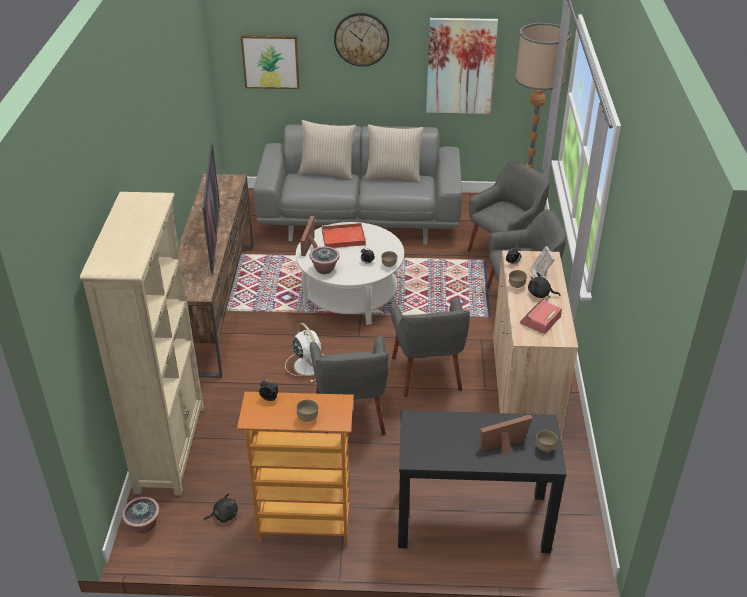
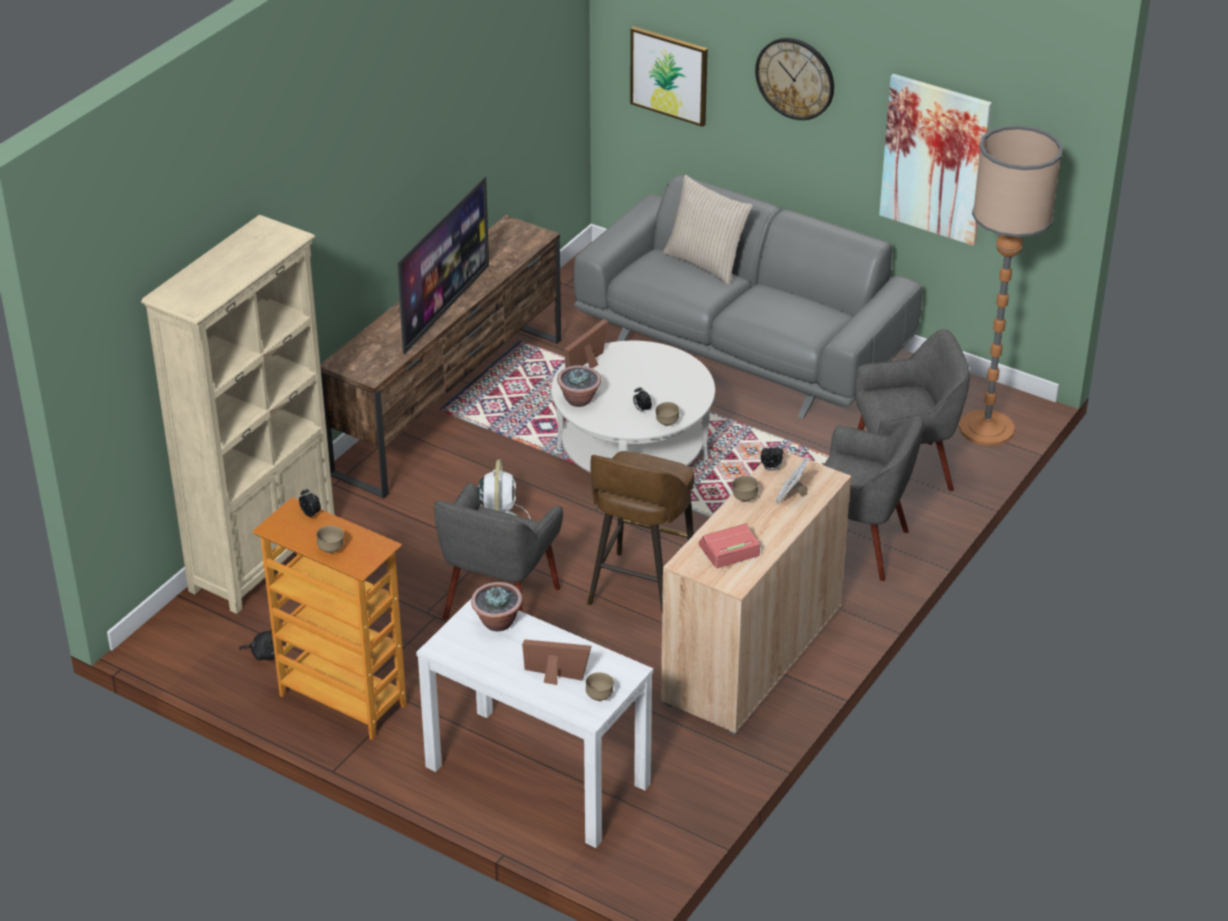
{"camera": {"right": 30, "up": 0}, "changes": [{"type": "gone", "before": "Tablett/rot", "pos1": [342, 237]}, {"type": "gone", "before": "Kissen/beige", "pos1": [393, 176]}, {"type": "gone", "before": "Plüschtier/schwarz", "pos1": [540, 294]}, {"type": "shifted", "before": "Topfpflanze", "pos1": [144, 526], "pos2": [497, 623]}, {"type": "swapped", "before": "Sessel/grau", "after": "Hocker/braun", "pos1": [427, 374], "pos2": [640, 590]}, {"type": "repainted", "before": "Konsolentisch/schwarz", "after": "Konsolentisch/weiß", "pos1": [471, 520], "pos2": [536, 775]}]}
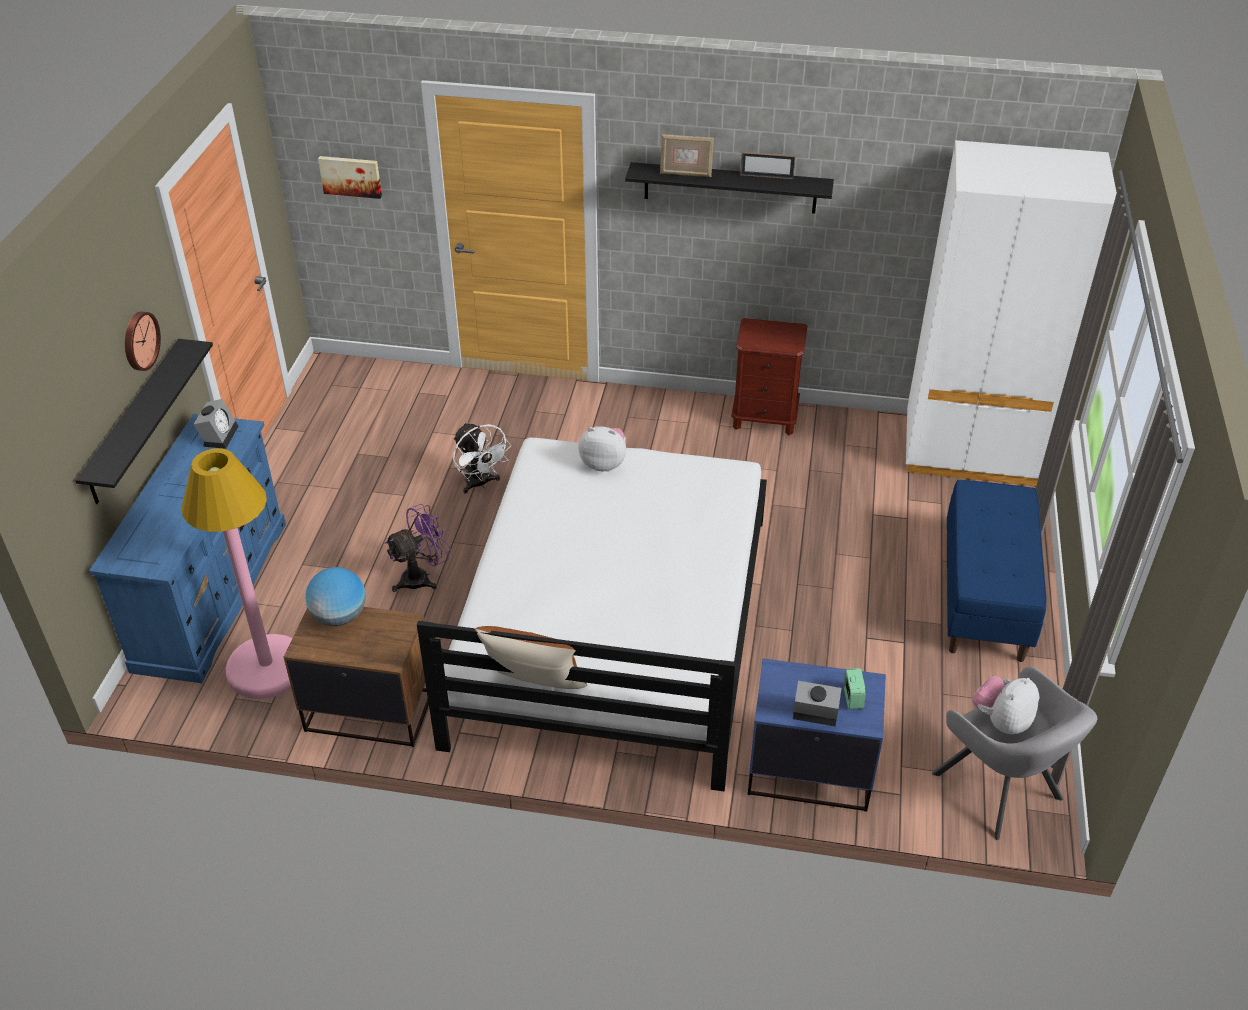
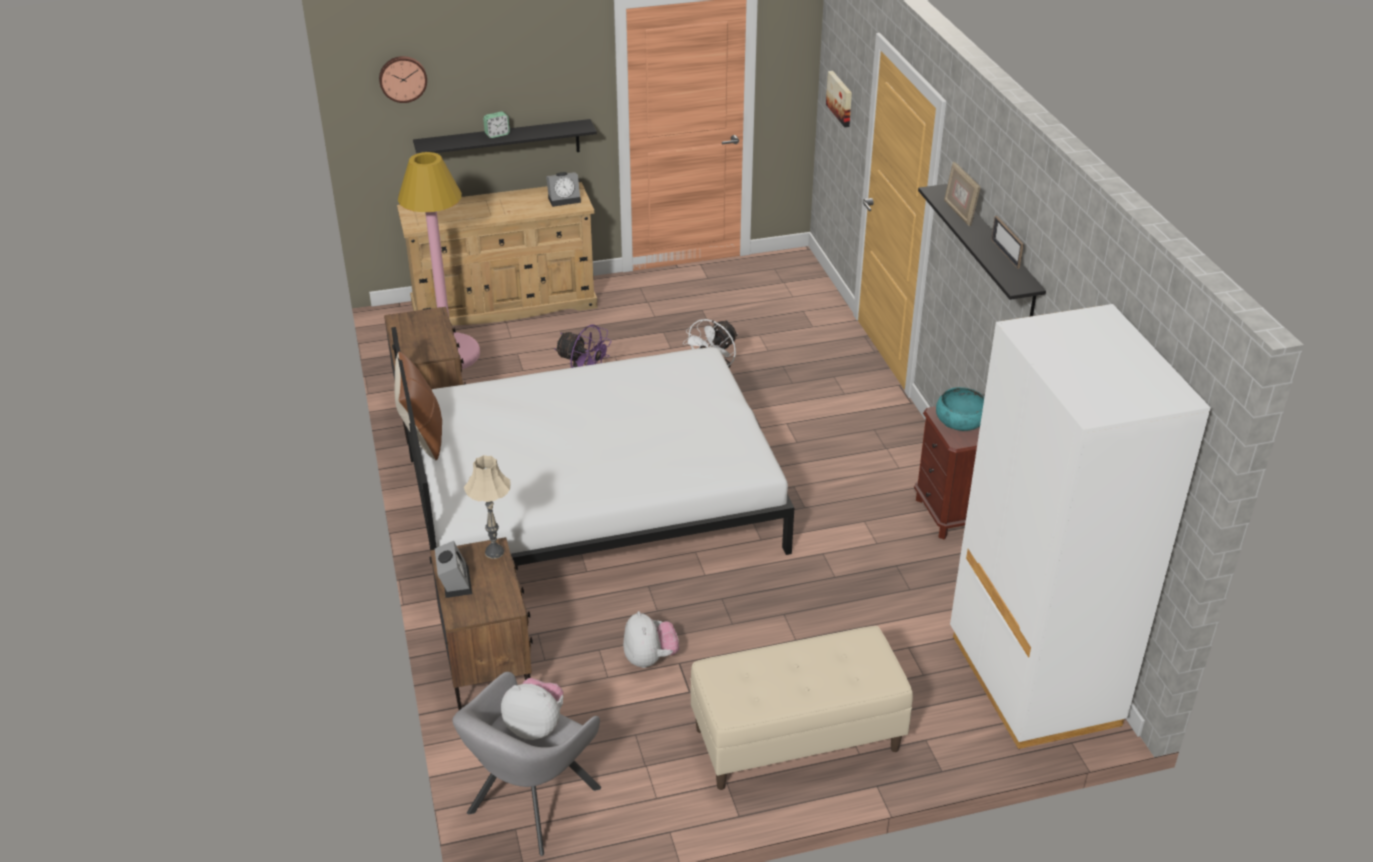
{"camera": {"right": 65, "up": -5}, "changes": [{"type": "gone", "before": "Globus", "pos1": [340, 617]}, {"type": "new", "after": "Tischlampe/beige", "pos2": [494, 552]}, {"type": "new", "after": "Schüssel/türkis", "pos2": [960, 420]}, {"type": "shifted", "before": "Wanduhr", "pos1": [139, 340], "pos2": [402, 78]}, {"type": "shifted", "before": "Plüschtier", "pos1": [603, 463], "pos2": [650, 659]}, {"type": "shifted", "before": "Wecker", "pos1": [852, 698], "pos2": [497, 134]}, {"type": "repainted", "before": "Kommode/blau", "after": "Kommode/beige", "pos1": [212, 593], "pos2": [505, 305]}, {"type": "repainted", "before": "Nachttisch/blau", "after": "Nachttisch/braun", "pos1": [808, 771], "pos2": [488, 664]}, {"type": "repainted", "before": "Bank/blau", "after": "Bank/beige", "pos1": [985, 597], "pos2": [796, 740]}]}
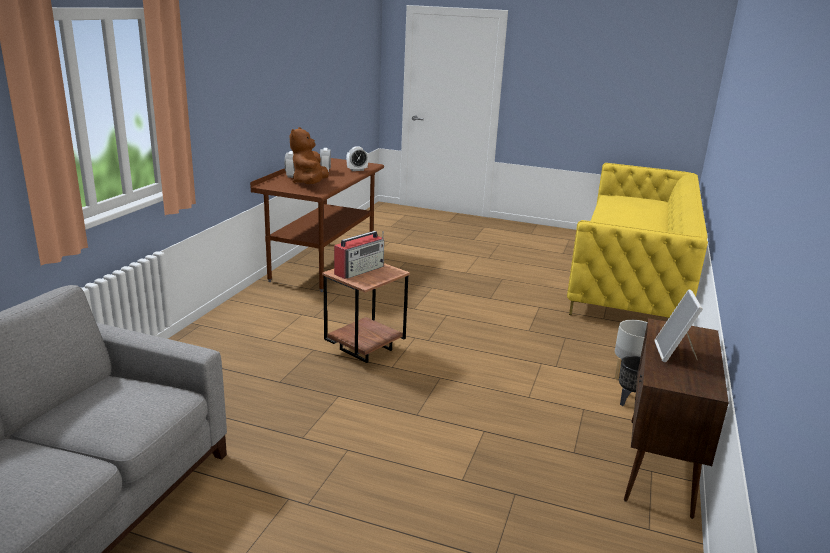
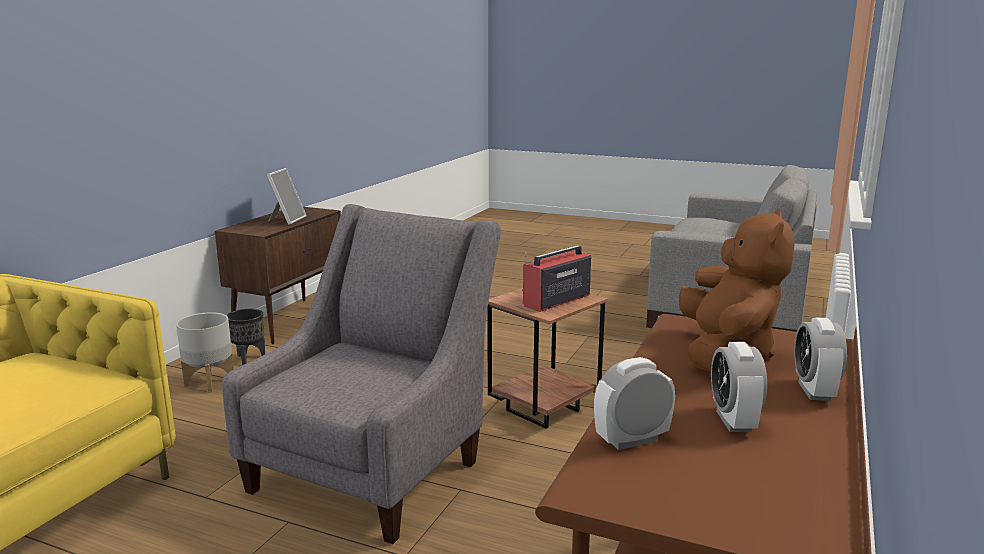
{"camera": {"right": -175, "up": -5}, "changes": [{"type": "new", "after": "Sessel/grau", "pos2": [375, 468]}]}
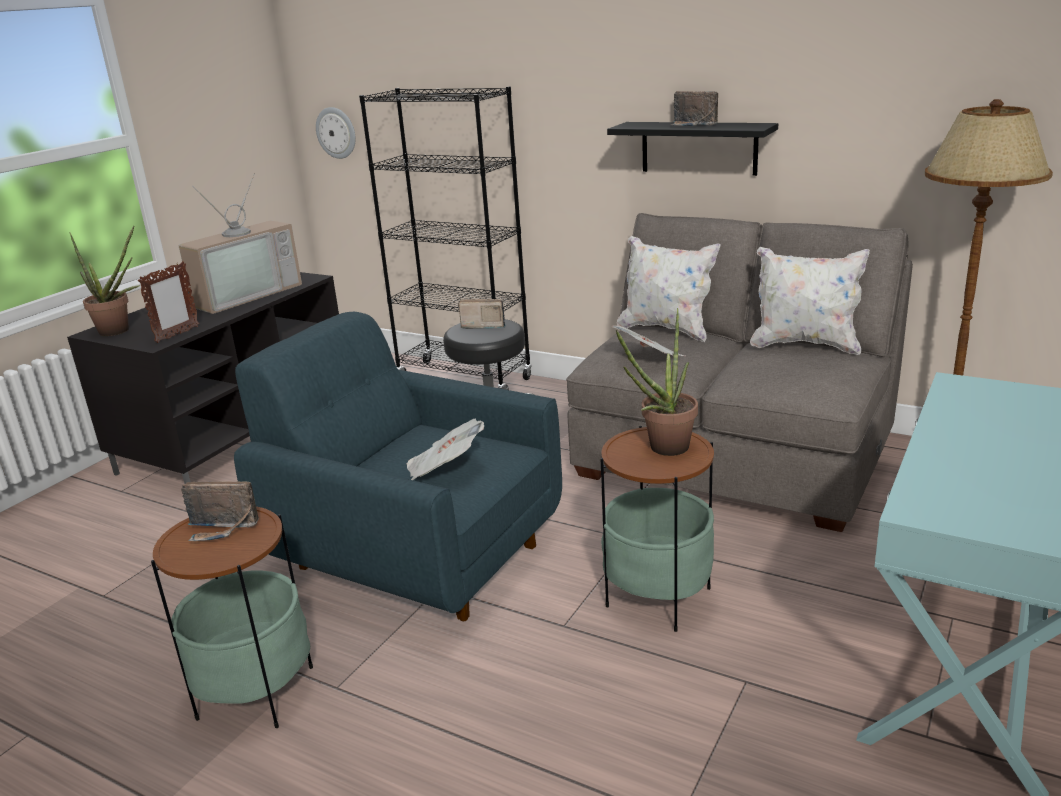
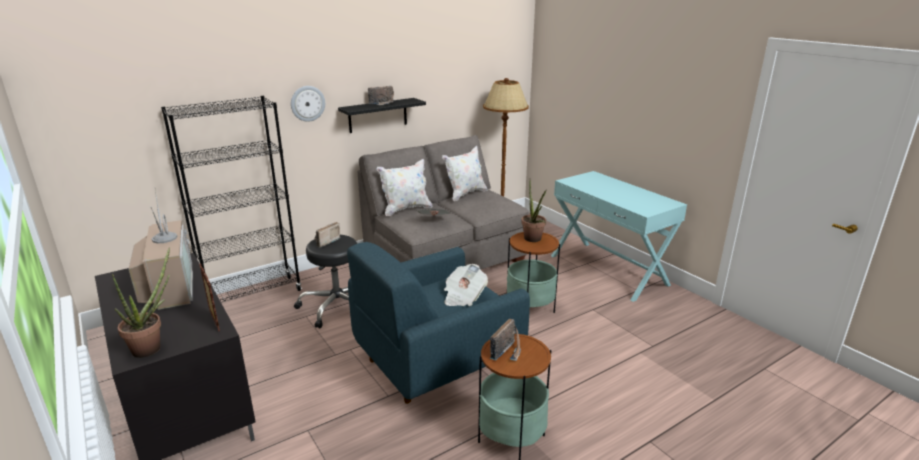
{"camera": {"right": -65, "up": 0}, "changes": [{"type": "shifted", "before": "Wanduhr", "pos1": [336, 132], "pos2": [307, 103]}]}
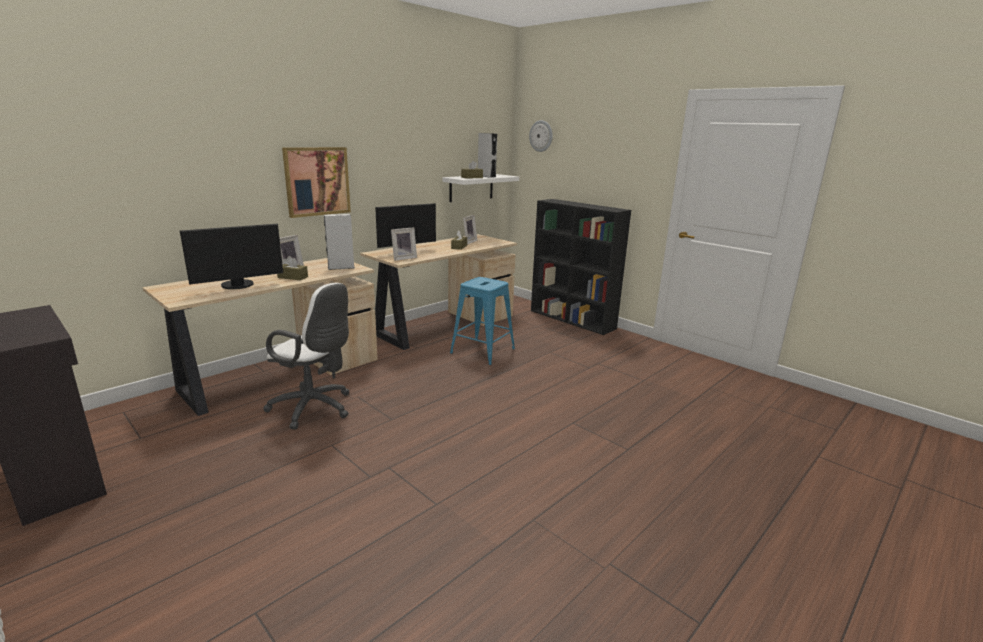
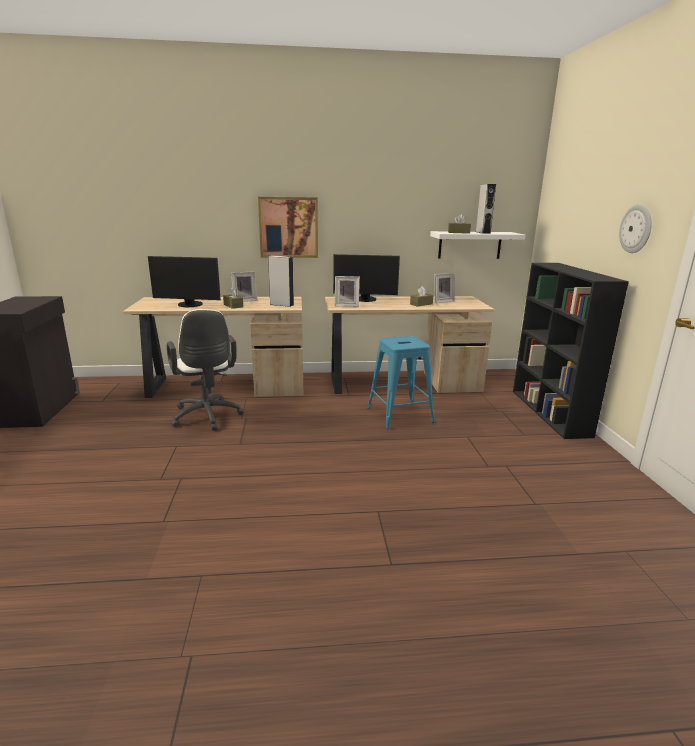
{"camera": {"right": 40, "up": 0}, "changes": [{"type": "shifted", "before": "Wanduhr", "pos1": [541, 136], "pos2": [636, 229]}]}
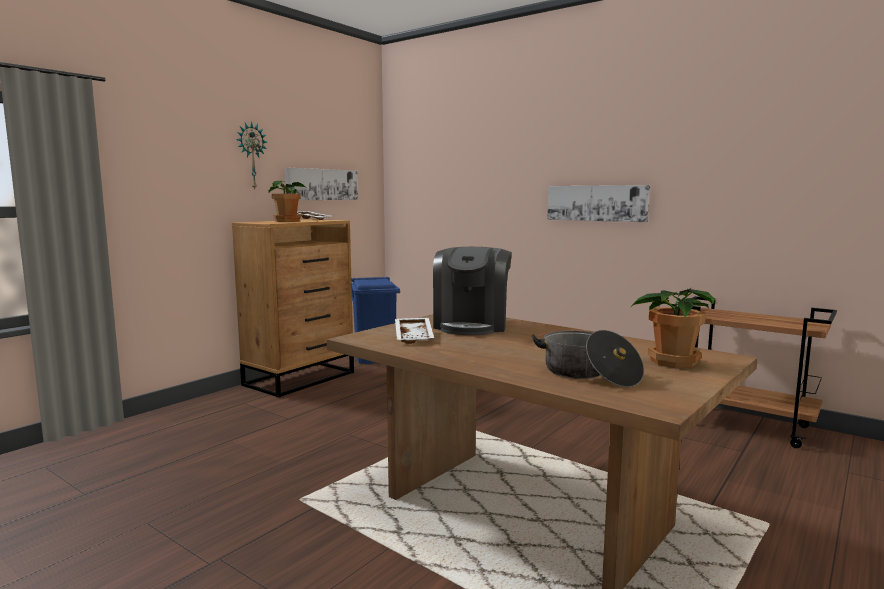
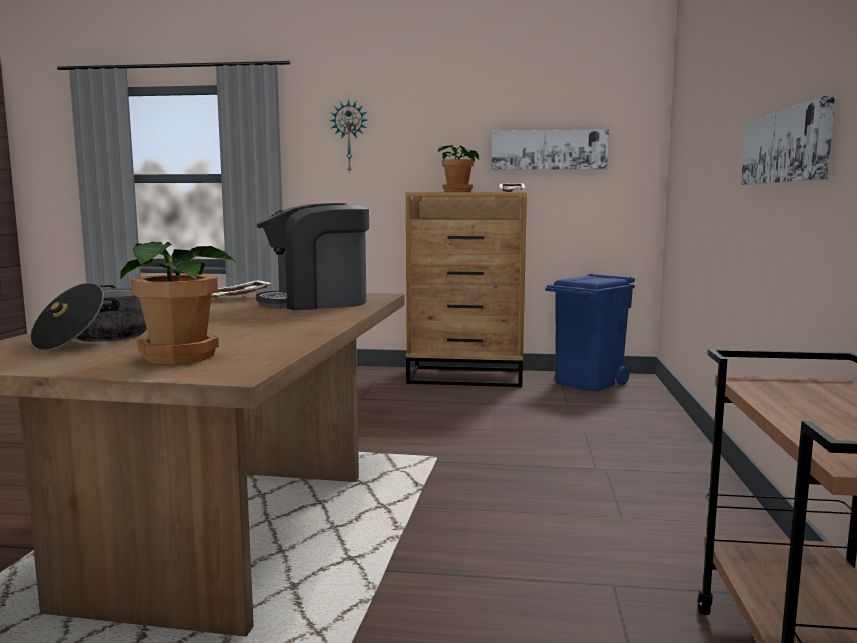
{"camera": {"right": 60, "up": 0}, "changes": [{"type": "shifted", "before": "Wanduhr", "pos1": [251, 156], "pos2": [349, 137]}]}
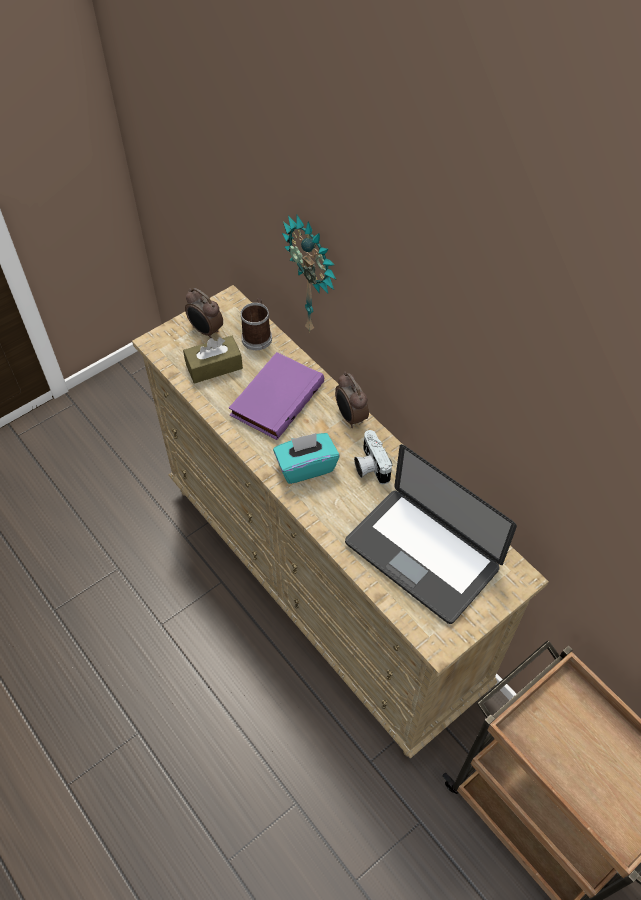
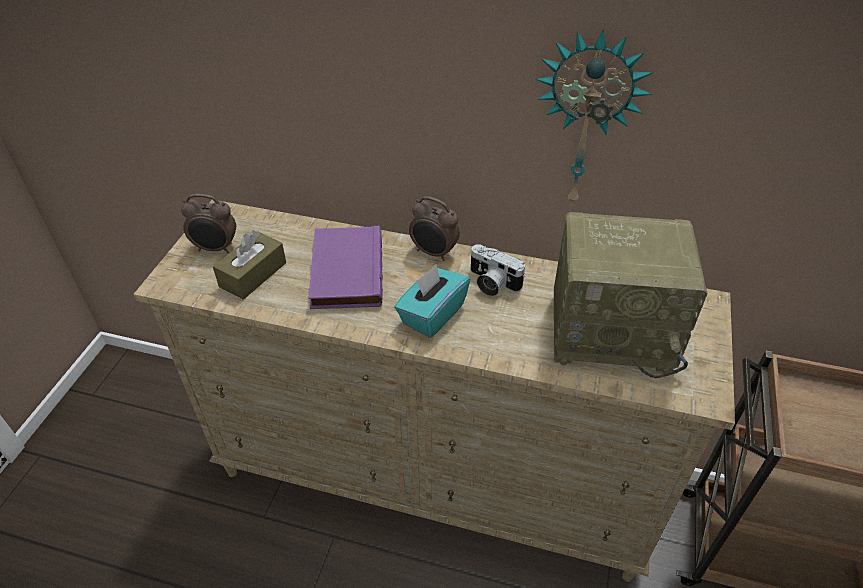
{"camera": {"right": -35, "up": -10}, "changes": [{"type": "gone", "before": "Henkelbecher", "pos1": [257, 336]}, {"type": "shifted", "before": "Wanduhr", "pos1": [314, 278], "pos2": [586, 122]}, {"type": "swapped", "before": "Laptop", "after": "Radio", "pos1": [421, 555], "pos2": [613, 331]}]}
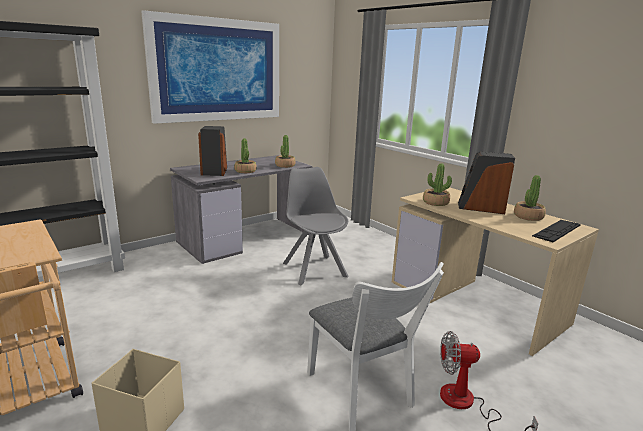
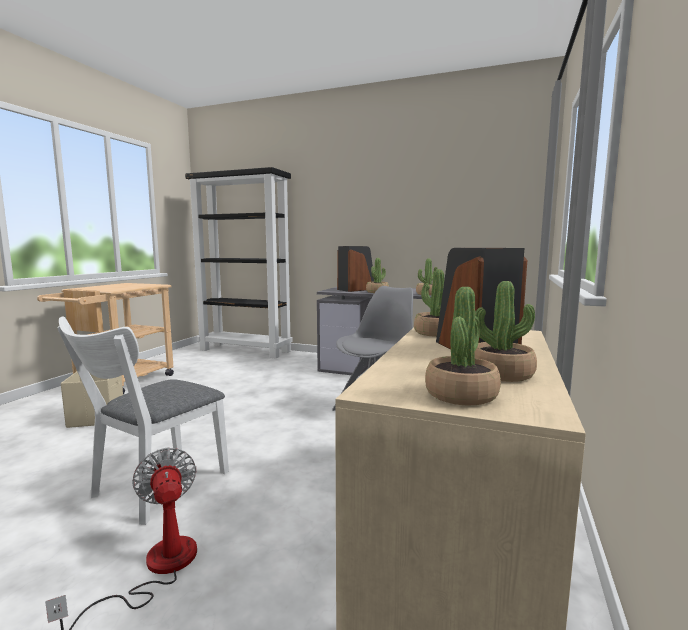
{"camera": {"right": 60, "up": -10}, "changes": [{"type": "gone", "before": "Bild", "pos1": [217, 70]}, {"type": "swapped", "before": "Tastatur", "after": "Topfpflanze", "pos1": [557, 230], "pos2": [461, 395]}]}
